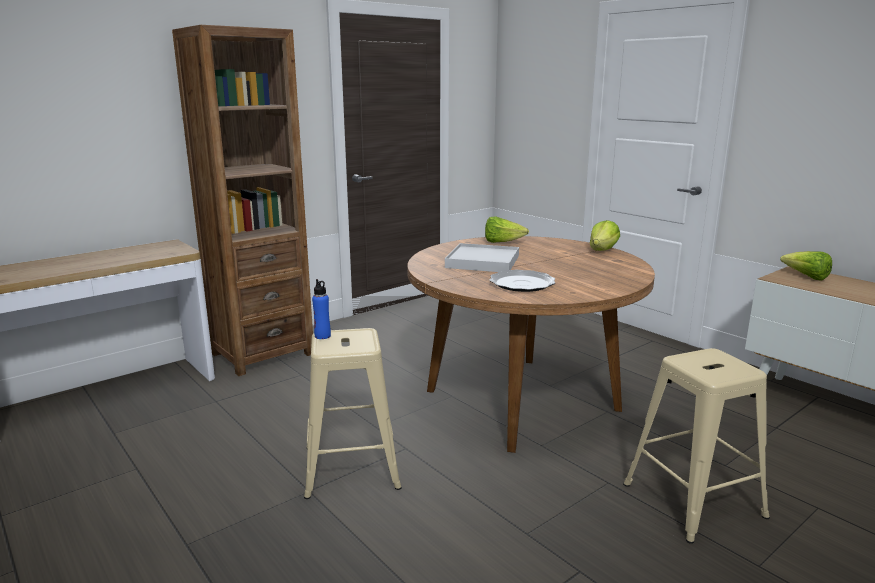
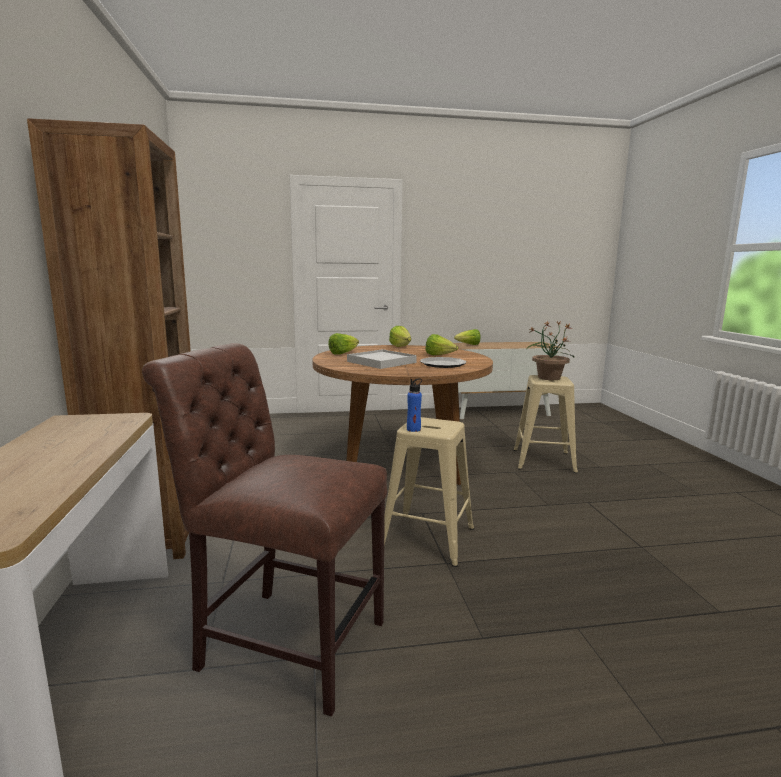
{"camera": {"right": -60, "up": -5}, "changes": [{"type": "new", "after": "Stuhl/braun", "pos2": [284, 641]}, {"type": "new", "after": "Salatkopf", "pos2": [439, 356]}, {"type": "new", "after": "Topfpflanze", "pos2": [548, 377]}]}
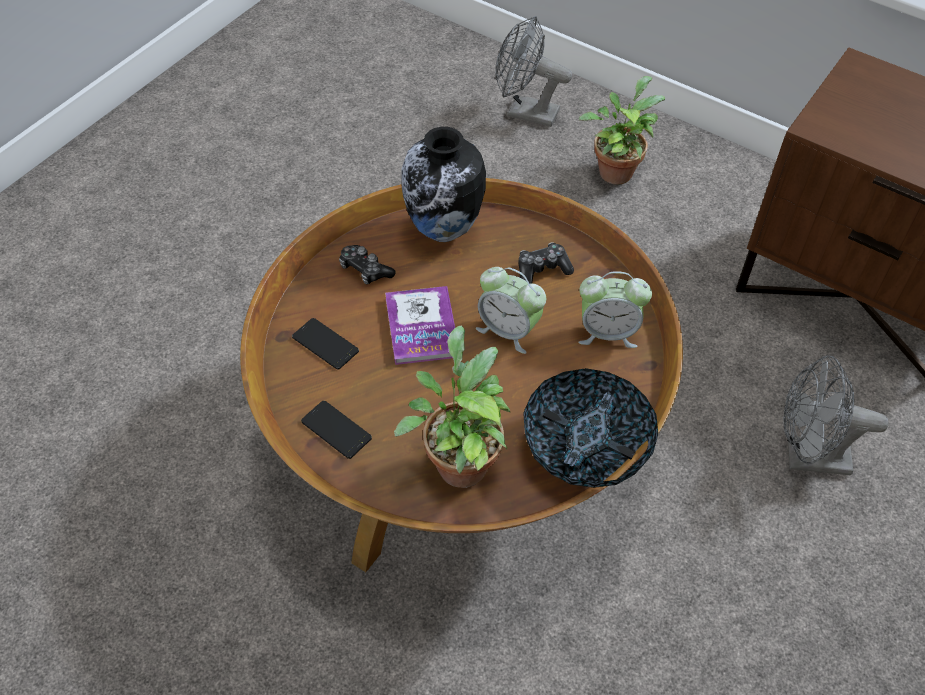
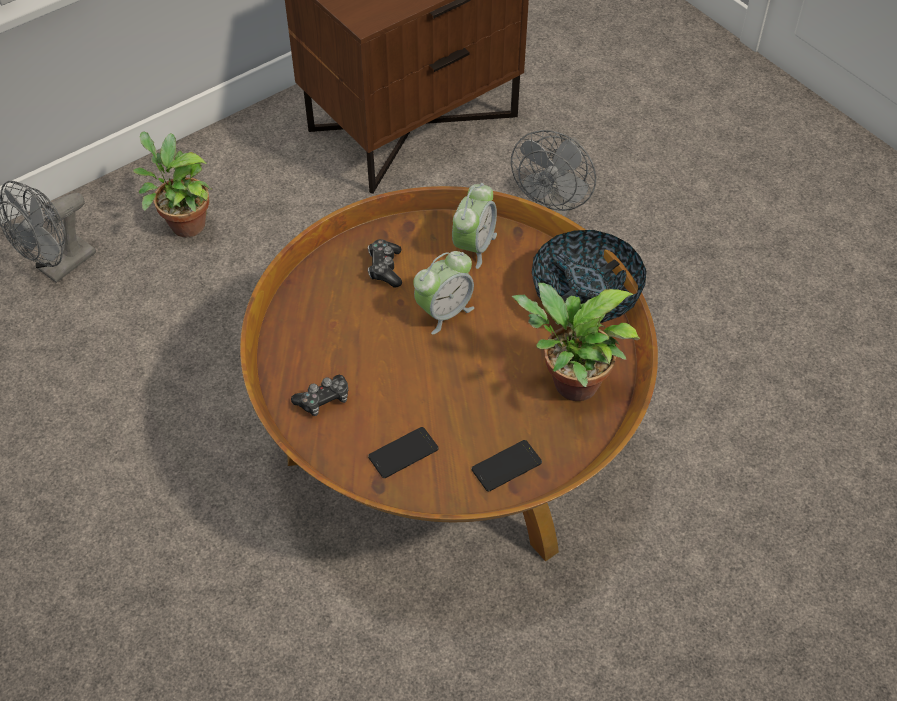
{"camera": {"right": -70, "up": 0}, "changes": [{"type": "gone", "before": "Buch", "pos1": [421, 327]}, {"type": "gone", "before": "Vase", "pos1": [443, 231]}]}
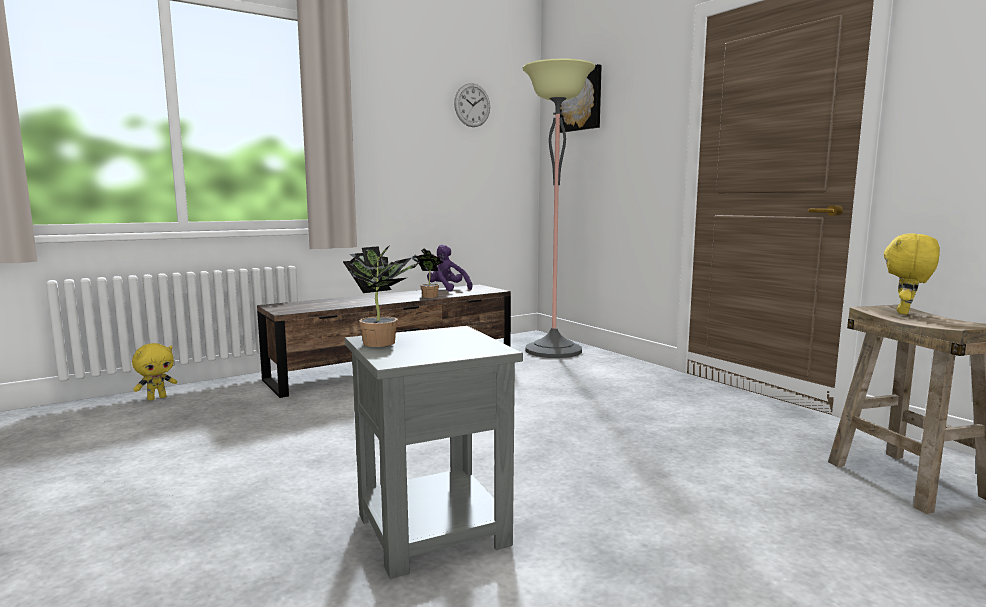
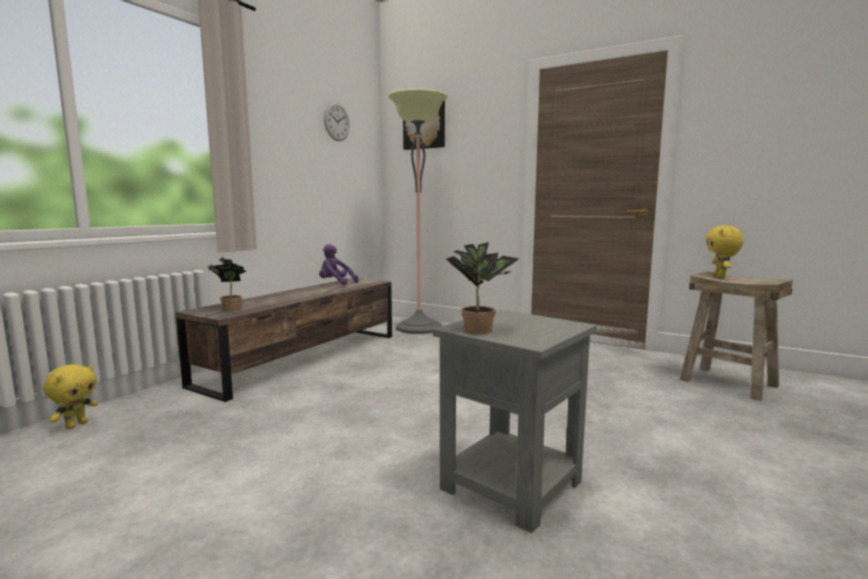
{"camera": {"right": -25, "up": 0}, "changes": [{"type": "shifted", "before": "Topfpflanze", "pos1": [427, 296], "pos2": [229, 309]}]}
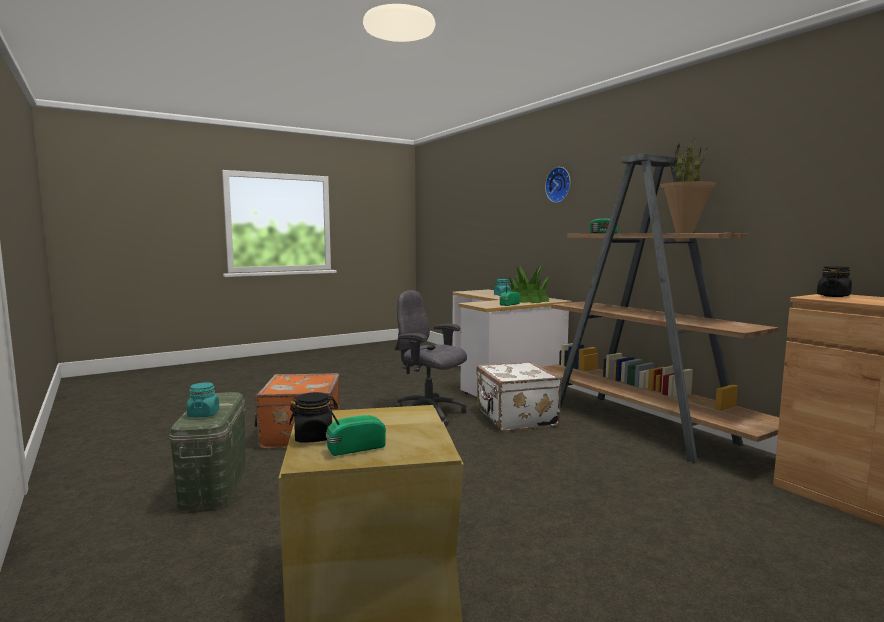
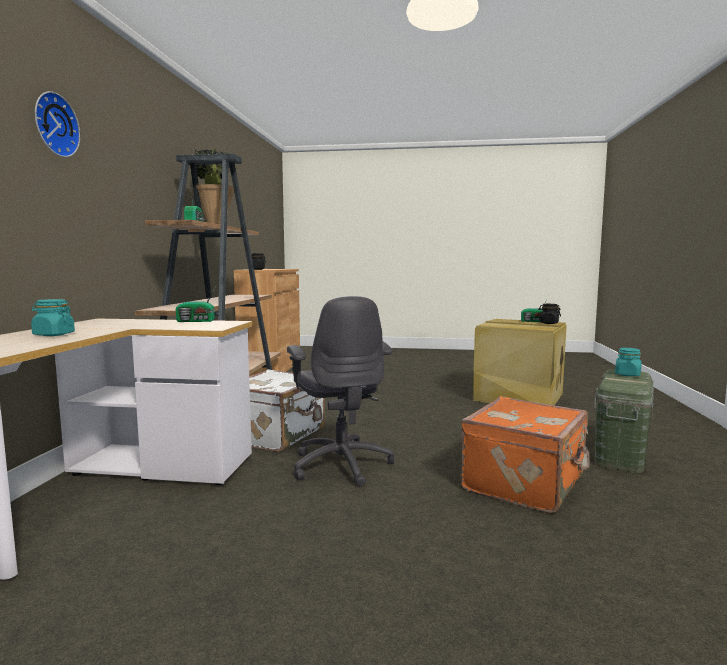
{"camera": {"right": -140, "up": 0}, "changes": [{"type": "gone", "before": "Topfpflanze", "pos1": [528, 300]}]}
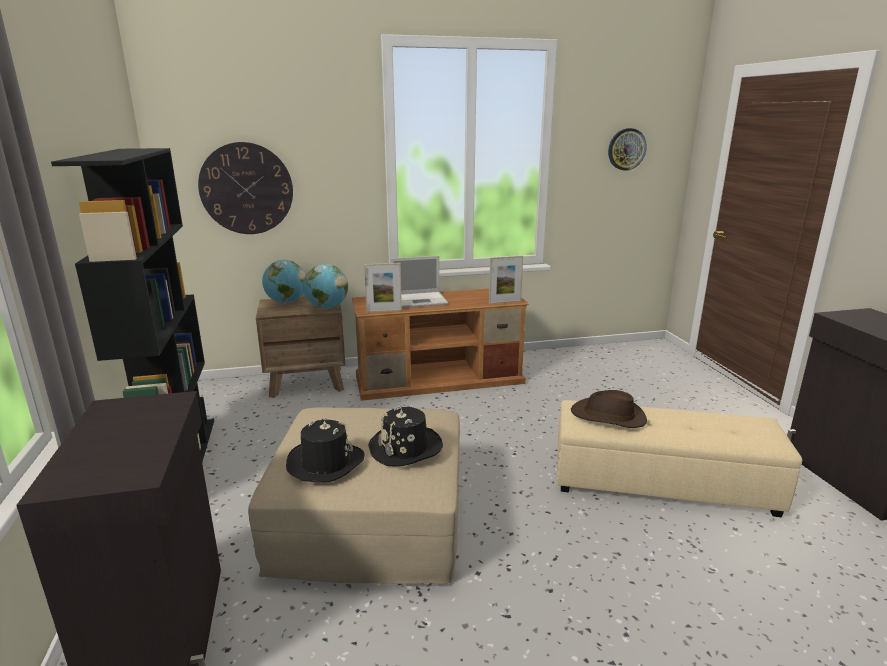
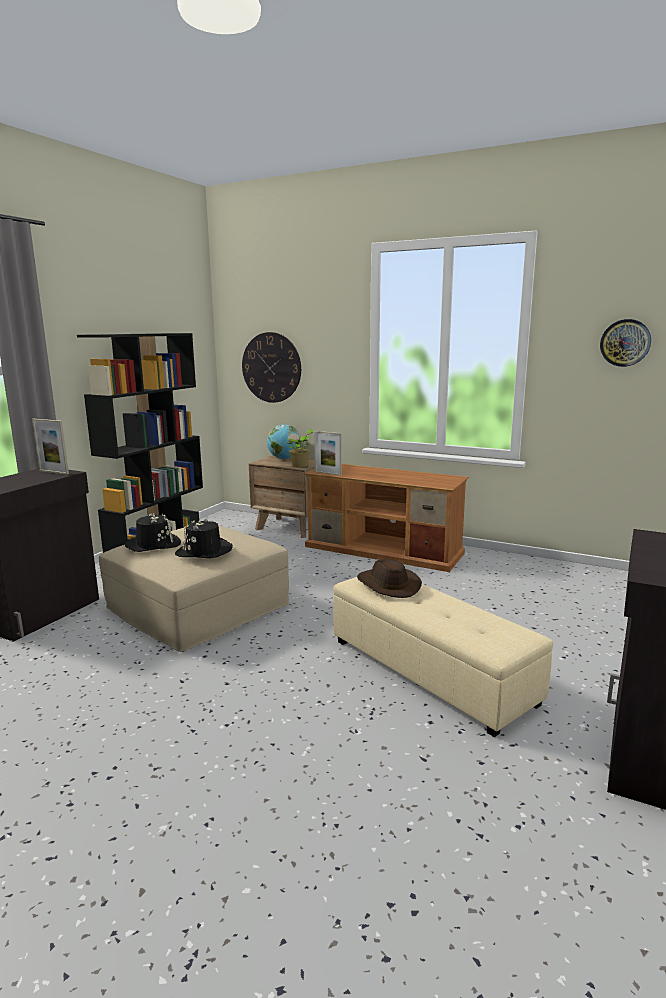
{"camera": {"right": 40, "up": -5}, "changes": [{"type": "gone", "before": "Laptop", "pos1": [420, 300]}, {"type": "shifted", "before": "Bilderrahmen", "pos1": [505, 302], "pos2": [54, 472]}, {"type": "swapped", "before": "Globus", "after": "Topfpflanze", "pos1": [327, 307], "pos2": [301, 466]}]}
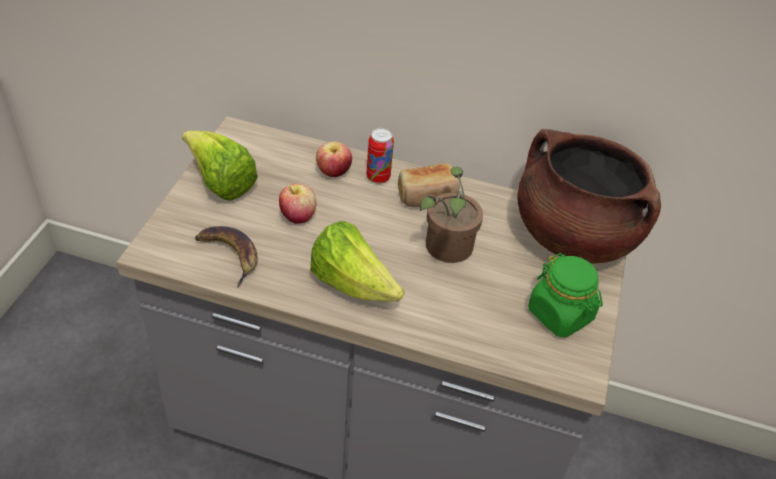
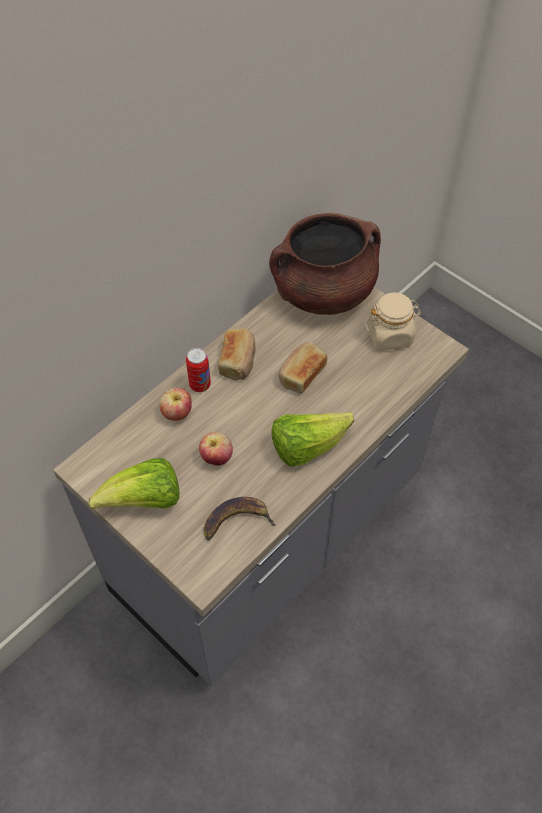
{"camera": {"right": -60, "up": 10}, "changes": [{"type": "swapped", "before": "Topfpflanze", "after": "Brot", "pos1": [446, 250], "pos2": [301, 374]}, {"type": "repainted", "before": "Vorratsglas/grün", "after": "Vorratsglas/beige", "pos1": [560, 314], "pos2": [390, 335]}]}
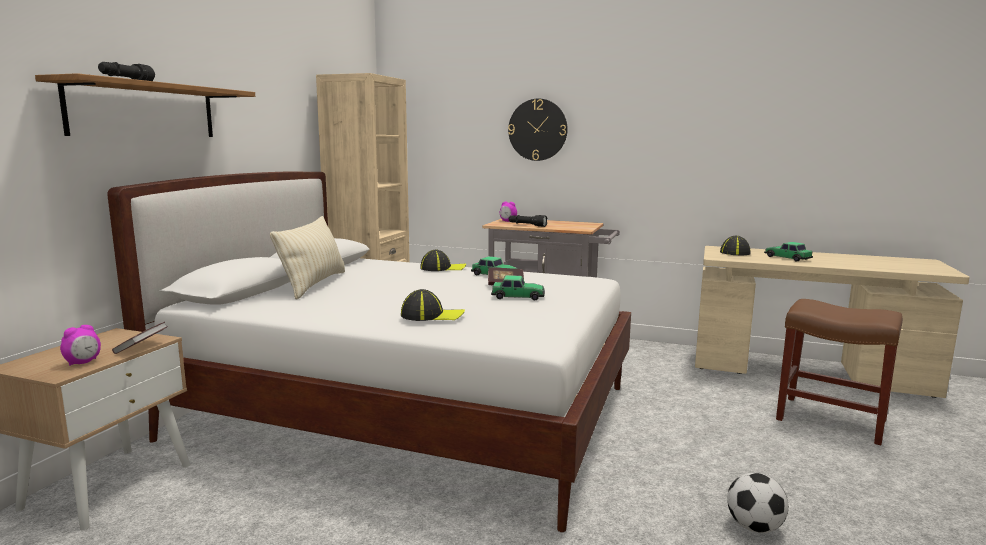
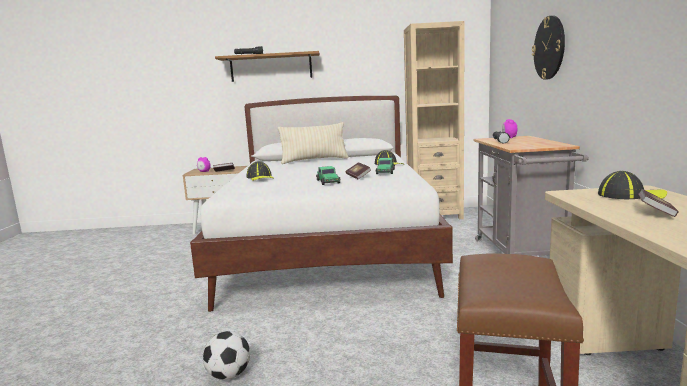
{"camera": {"right": 70, "up": 0}, "changes": [{"type": "swapped", "before": "Spielzeugauto", "after": "Buch", "pos1": [787, 258], "pos2": [656, 213]}]}
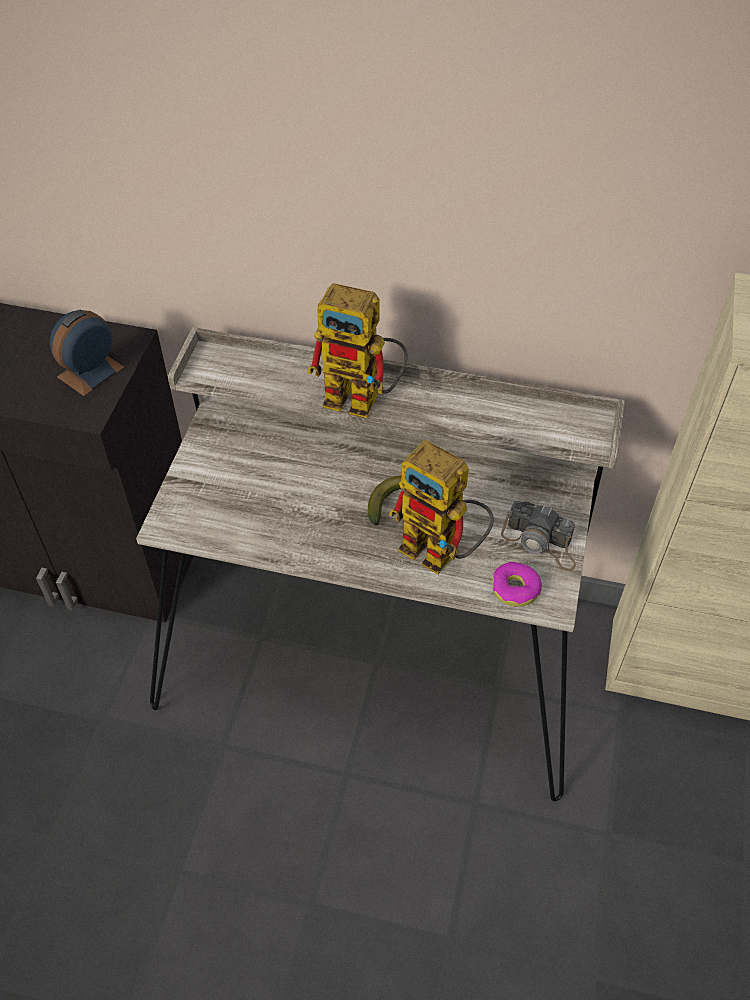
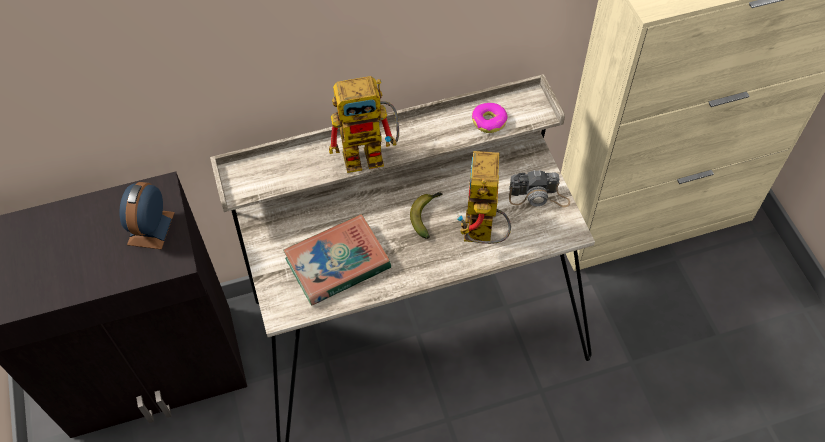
{"camera": {"right": -30, "up": 5}, "changes": [{"type": "new", "after": "Buch", "pos2": [337, 263]}, {"type": "shifted", "before": "Donut", "pos1": [515, 589], "pos2": [489, 121]}, {"type": "rotated", "before": "Spielzeugroboter", "pos1": [441, 553], "pos2": [482, 235], "turn": 90}]}
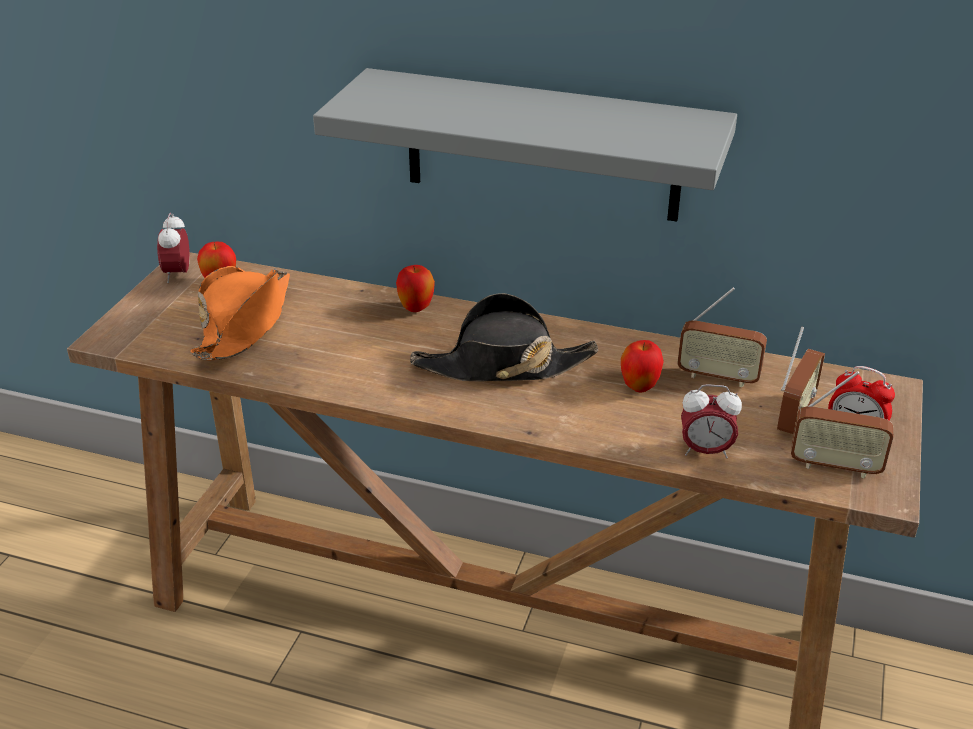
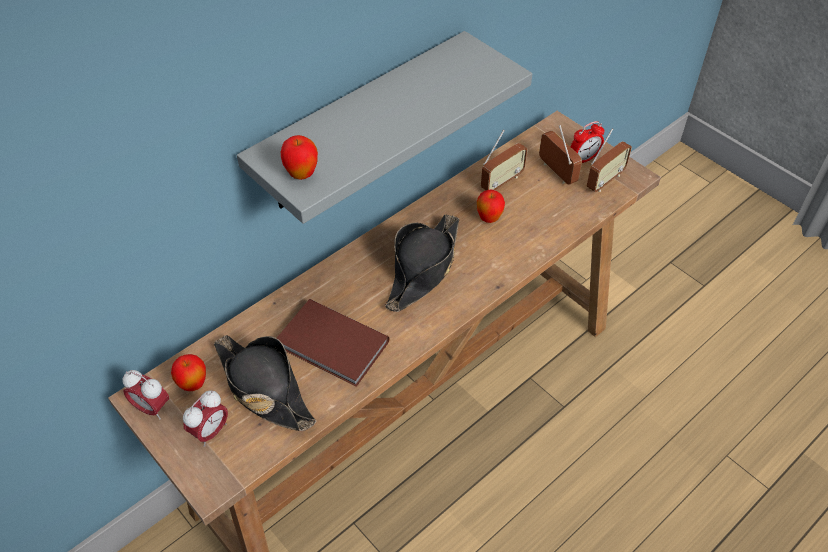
{"camera": {"right": -60, "up": 15}, "changes": [{"type": "new", "after": "Buch/braun", "pos2": [332, 346]}, {"type": "shifted", "before": "Apfel", "pos1": [416, 309], "pos2": [302, 174]}, {"type": "shifted", "before": "Wecker", "pos1": [705, 451], "pos2": [210, 432]}, {"type": "repainted", "before": "Hut/orange", "after": "Hut/schwarz", "pos1": [245, 323], "pos2": [263, 387]}]}
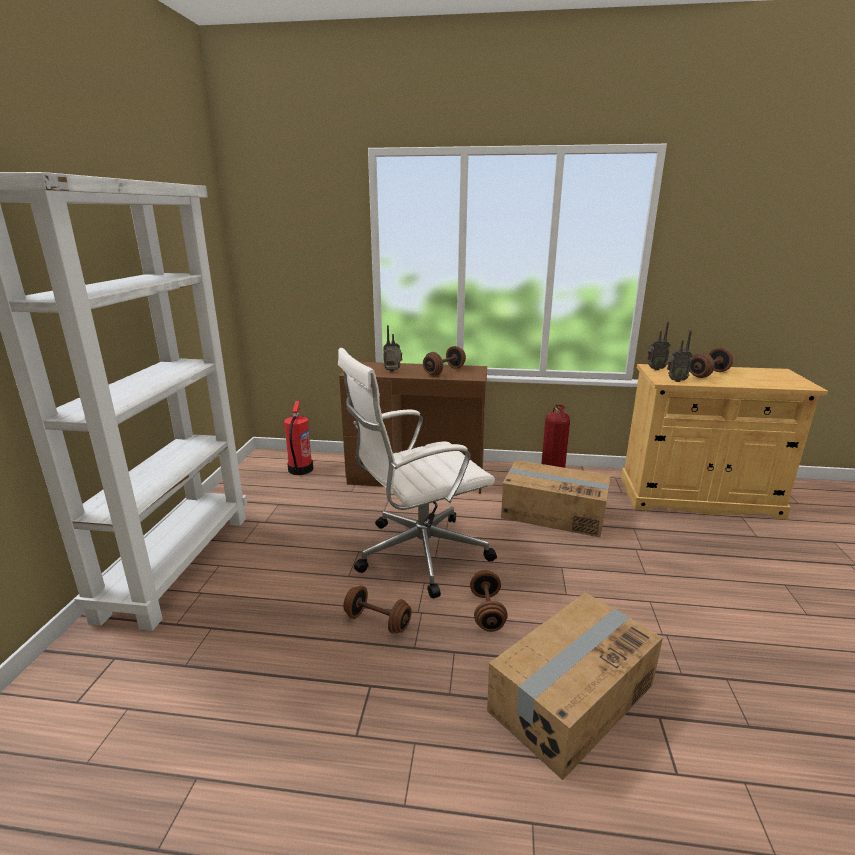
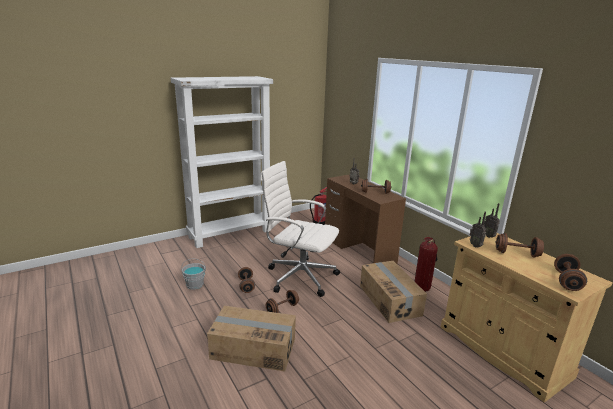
{"camera": {"right": 50, "up": 0}, "changes": [{"type": "new", "after": "Eimer/grau", "pos2": [195, 284]}, {"type": "new", "after": "Hantel/braun", "pos2": [566, 281]}]}
